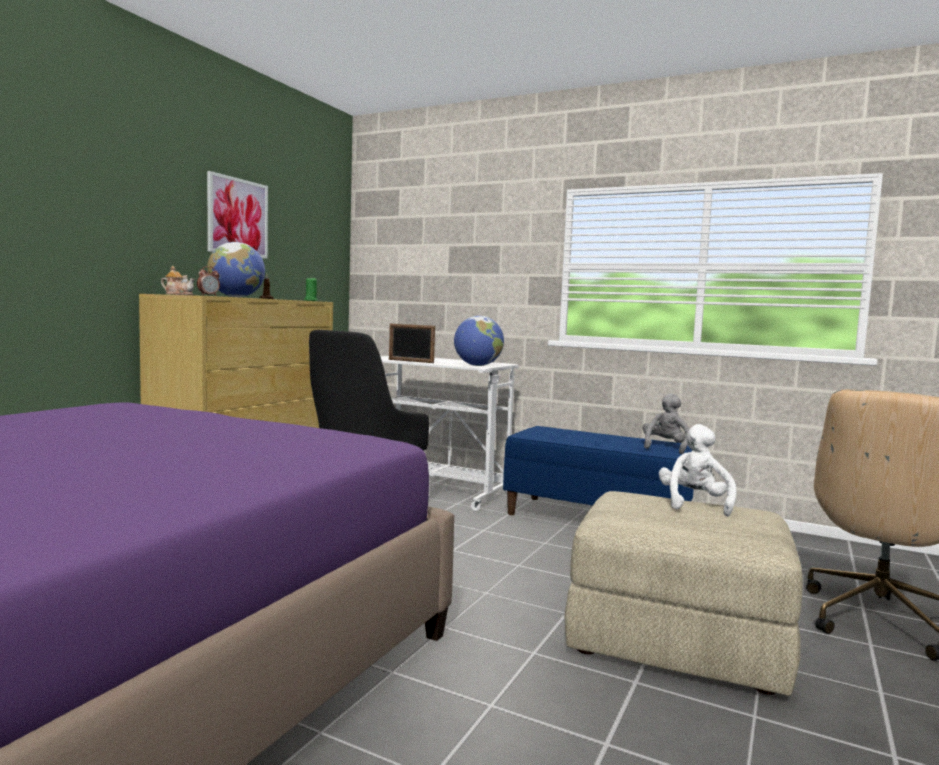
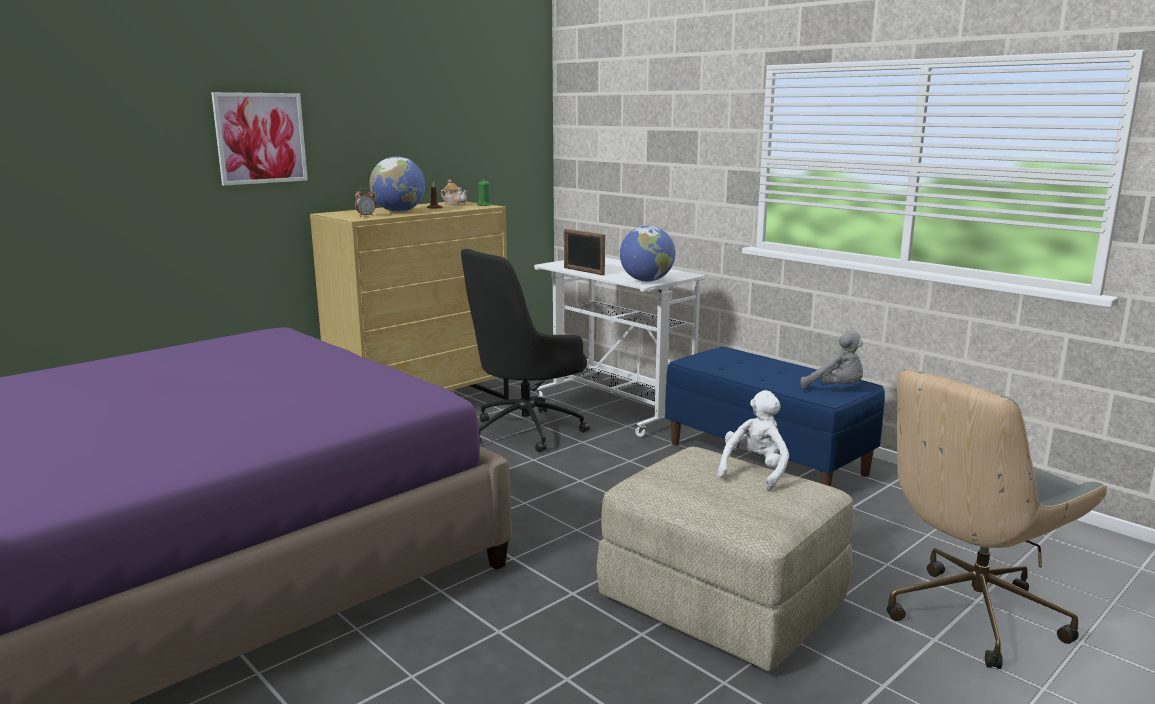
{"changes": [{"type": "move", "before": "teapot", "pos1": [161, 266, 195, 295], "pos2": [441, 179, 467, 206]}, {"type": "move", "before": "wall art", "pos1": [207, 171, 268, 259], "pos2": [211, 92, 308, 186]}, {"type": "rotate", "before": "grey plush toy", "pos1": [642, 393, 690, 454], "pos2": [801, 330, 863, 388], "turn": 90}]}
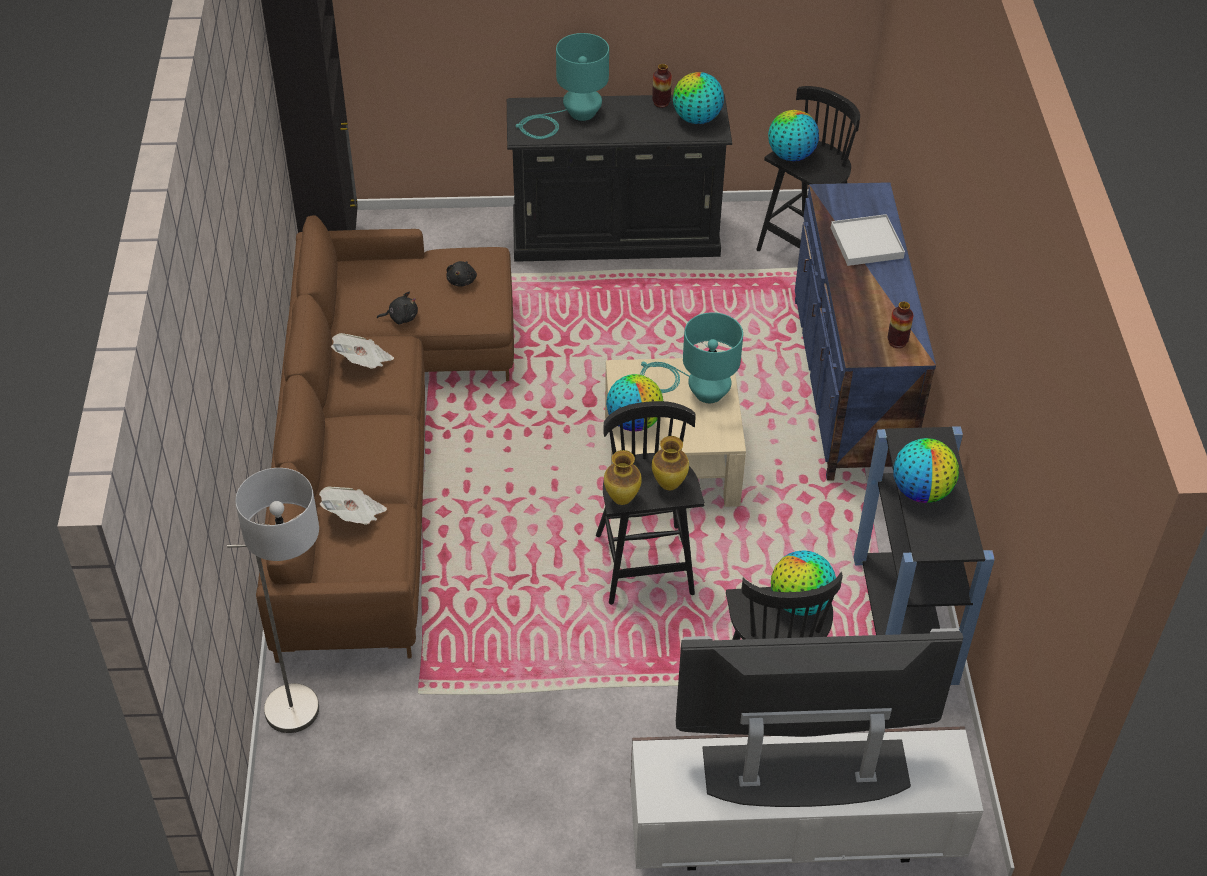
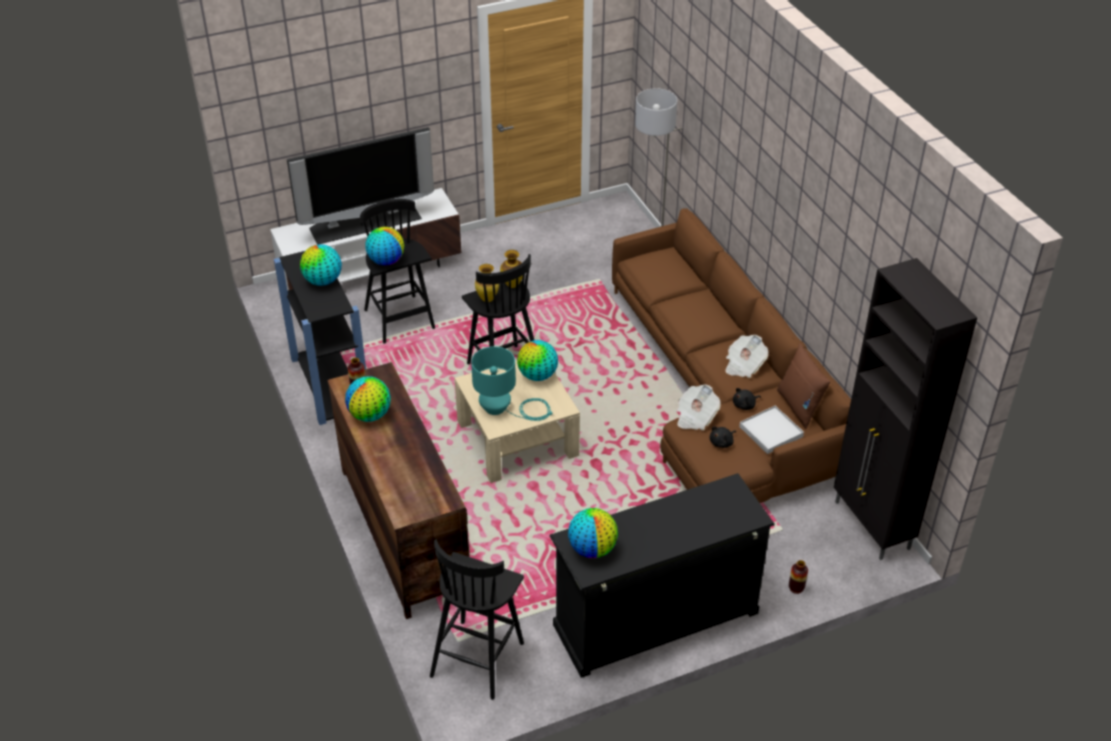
{"changes": [{"type": "delete", "before": "blue-green lamp for a table", "pos1": [516, 33, 609, 139]}, {"type": "insert", "after": "brown cushion", "pos2": [777, 344, 830, 429]}, {"type": "move", "before": "newspaper", "pos1": [319, 486, 387, 525], "pos2": [677, 384, 721, 430]}, {"type": "move", "before": "decorative vase", "pos1": [652, 64, 672, 108], "pos2": [789, 560, 808, 594]}, {"type": "move", "before": "globe", "pos1": [768, 110, 819, 161], "pos2": [345, 376, 391, 422]}, {"type": "move", "before": "white serving tray", "pos1": [831, 214, 905, 266], "pos2": [739, 406, 804, 454]}, {"type": "recolor", "before": "blue cabinet", "after": "brown cabinet", "pos1": [795, 182, 936, 481], "pos2": [327, 362, 470, 619]}, {"type": "rotate", "before": "blackish plush toy", "pos1": [446, 261, 477, 287], "pos2": [710, 427, 736, 448], "turn": -120}]}
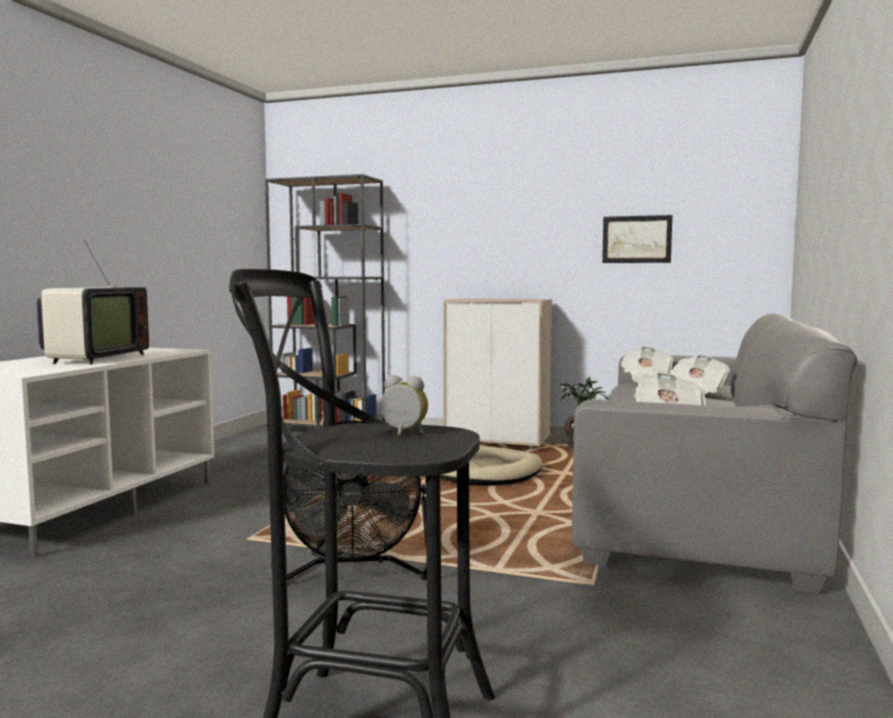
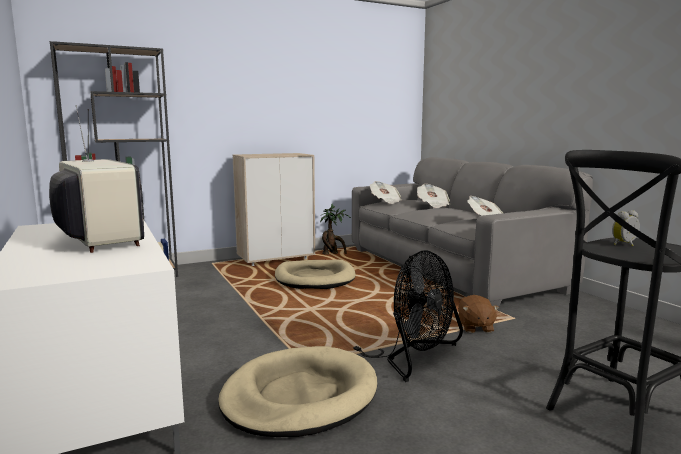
{"changes": [{"type": "delete", "before": "wall art", "pos1": [602, 215, 672, 263]}, {"type": "insert", "after": "beige dog cushion", "pos2": [218, 346, 377, 437]}, {"type": "insert", "after": "brown plush toy", "pos2": [458, 295, 499, 333]}]}
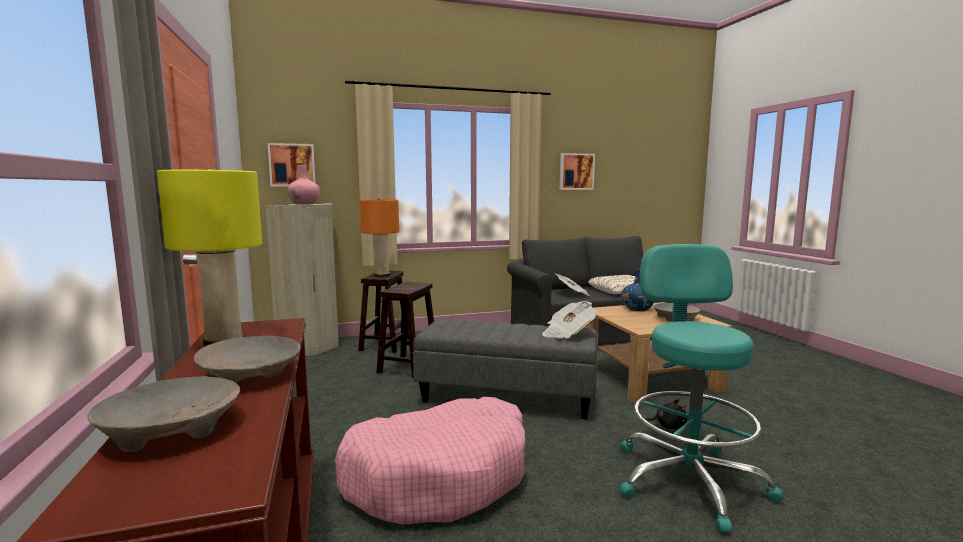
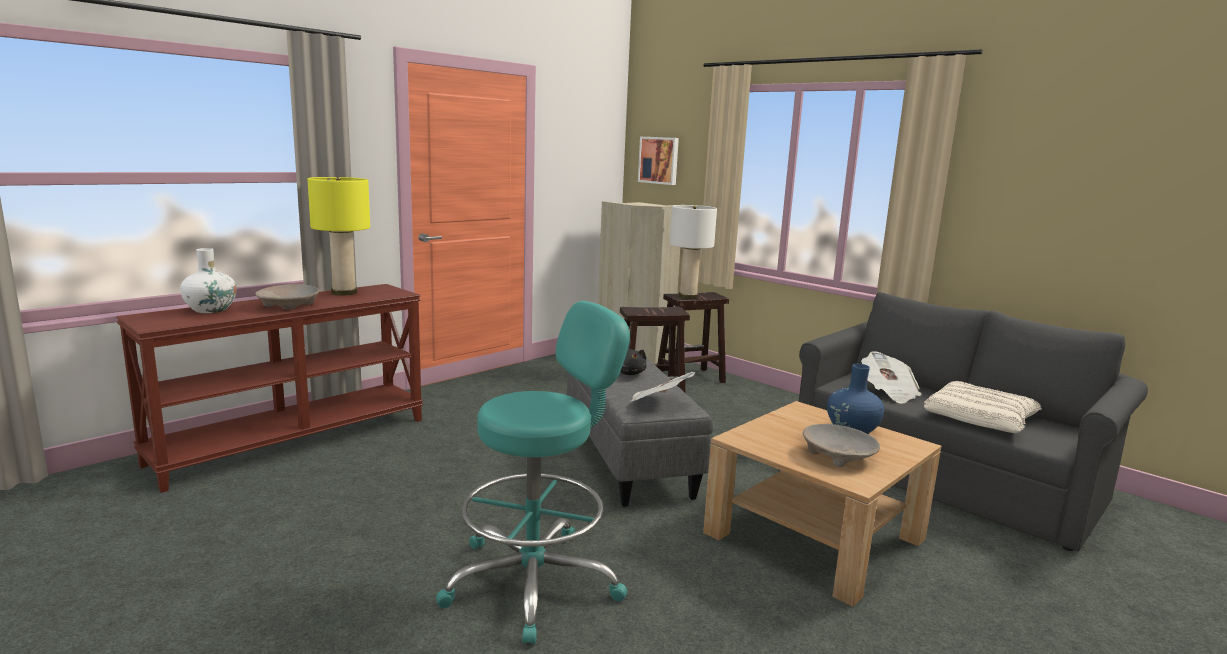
{"changes": [{"type": "delete", "before": "pinkish decorative vase", "pos1": [287, 165, 320, 205]}, {"type": "delete", "before": "pinkish dog cushion", "pos1": [335, 397, 525, 524]}, {"type": "delete", "before": "wall art", "pos1": [560, 153, 595, 190]}, {"type": "move", "before": "blackish plush toy", "pos1": [645, 399, 687, 429], "pos2": [620, 349, 646, 375]}, {"type": "replace", "before": "beige deep dish", "after": "white decorative vase", "pos1": [87, 376, 240, 452], "pos2": [180, 248, 237, 313]}, {"type": "recolor", "before": "orangey lamp for a table", "after": "white lamp for a table", "pos1": [360, 199, 399, 278], "pos2": [670, 205, 717, 299]}]}
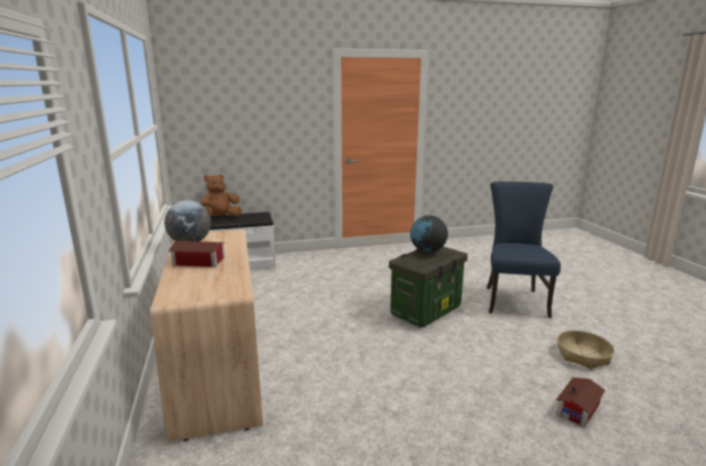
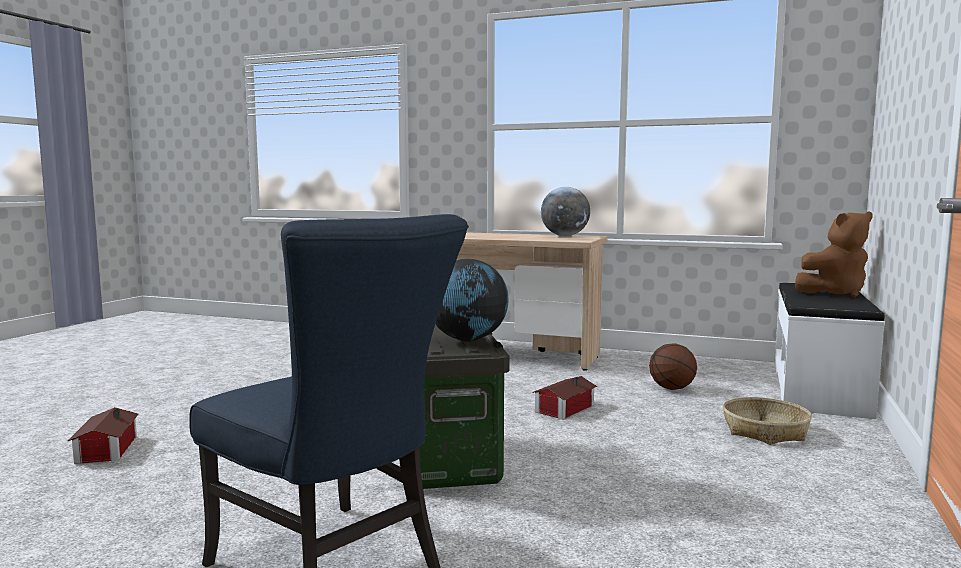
{"changes": [{"type": "insert", "after": "basketball ball", "pos2": [649, 343, 697, 390]}, {"type": "move", "before": "miniature house", "pos1": [169, 236, 225, 267], "pos2": [532, 376, 597, 420]}, {"type": "move", "before": "basket", "pos1": [557, 330, 615, 369], "pos2": [723, 397, 812, 445]}, {"type": "rotate", "before": "brown plush toy", "pos1": [200, 174, 242, 217], "pos2": [795, 211, 873, 298], "turn": 75}]}
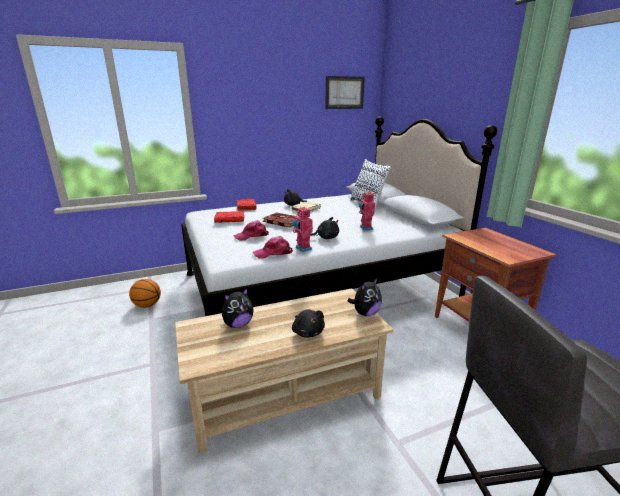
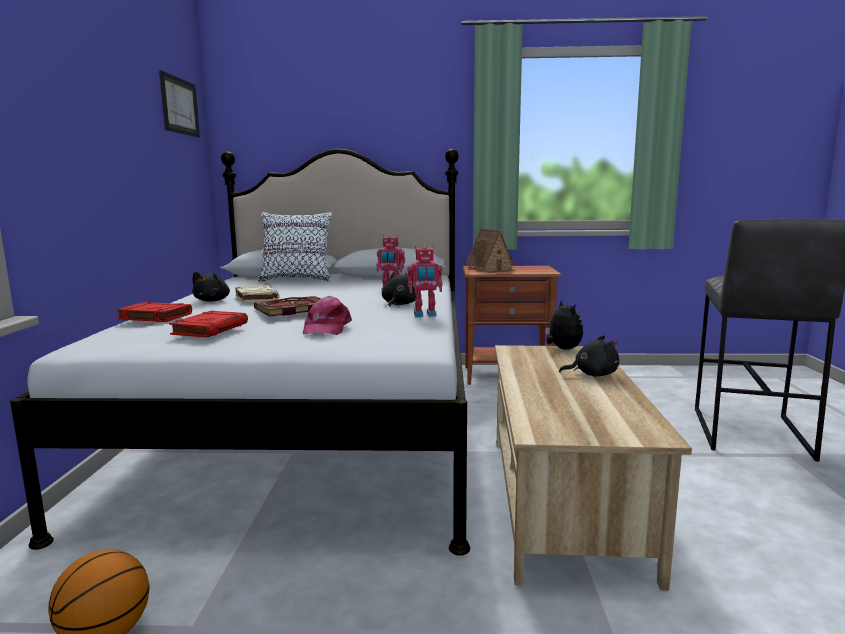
{"changes": [{"type": "delete", "before": "plush toy", "pos1": [222, 287, 254, 328]}, {"type": "delete", "before": "pinkish cap", "pos1": [253, 236, 293, 259]}, {"type": "insert", "after": "miniature house", "pos2": [466, 228, 517, 273]}]}
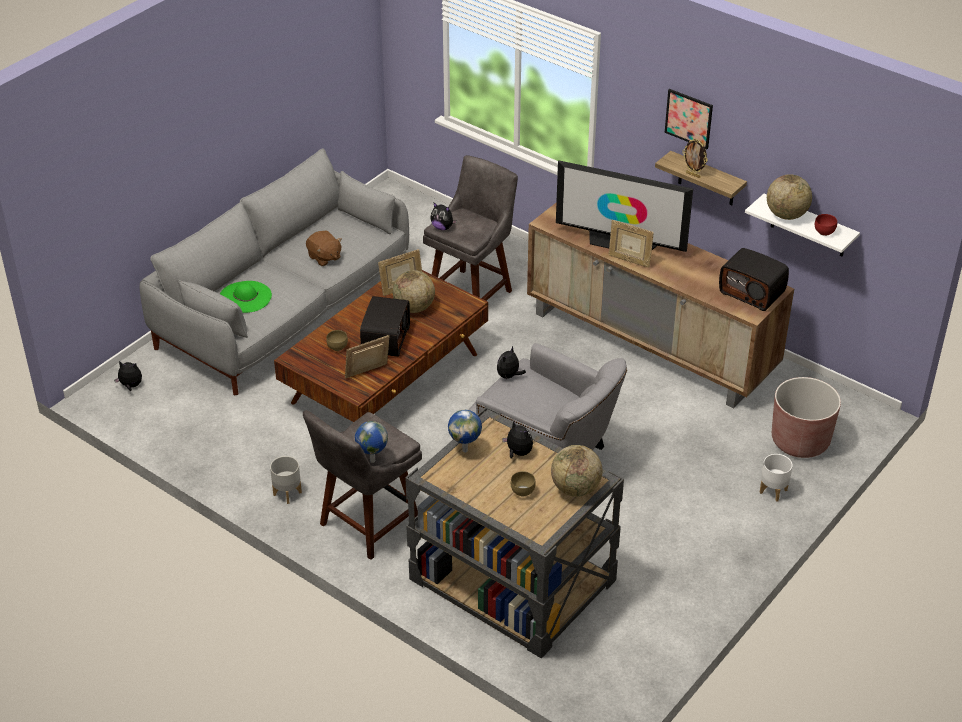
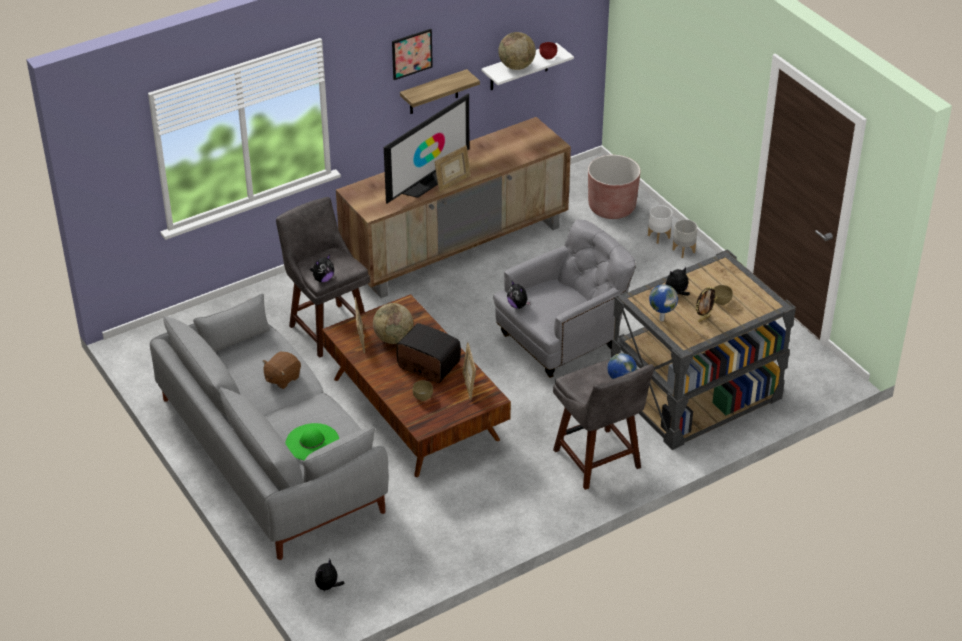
{"changes": [{"type": "delete", "before": "globe", "pos1": [551, 445, 602, 497]}, {"type": "delete", "before": "radio", "pos1": [719, 248, 789, 311]}, {"type": "move", "before": "grey planter", "pos1": [270, 456, 302, 504], "pos2": [672, 219, 698, 258]}, {"type": "move", "before": "standing frame", "pos1": [682, 139, 708, 178], "pos2": [696, 287, 717, 322]}, {"type": "rotate", "before": "brown plush toy", "pos1": [306, 231, 342, 266], "pos2": [263, 351, 301, 389], "turn": 150}]}
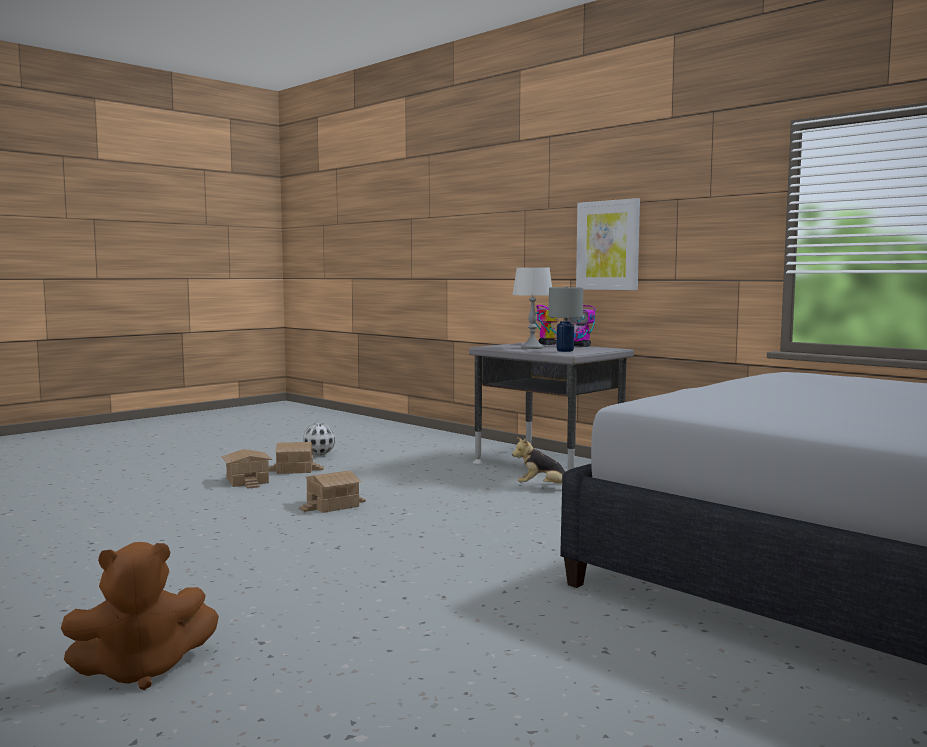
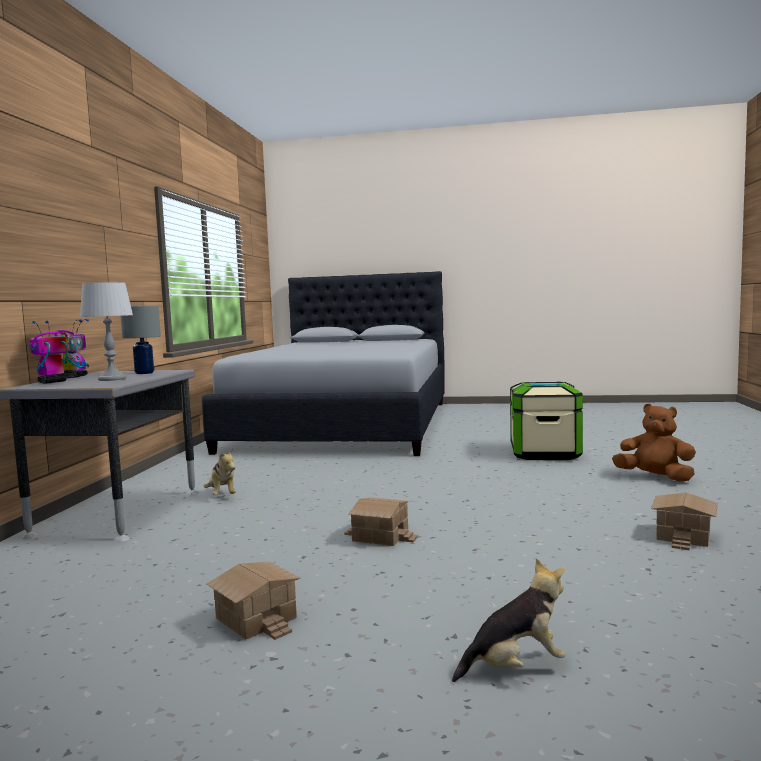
{"changes": [{"type": "delete", "before": "football", "pos1": [303, 423, 336, 455]}, {"type": "delete", "before": "wall art", "pos1": [576, 198, 640, 290]}, {"type": "insert", "after": "plush toy", "pos2": [452, 558, 565, 682]}, {"type": "insert", "after": "storage container", "pos2": [510, 381, 583, 460]}, {"type": "move", "before": "miniature house", "pos1": [221, 449, 273, 489], "pos2": [651, 493, 718, 550]}]}
